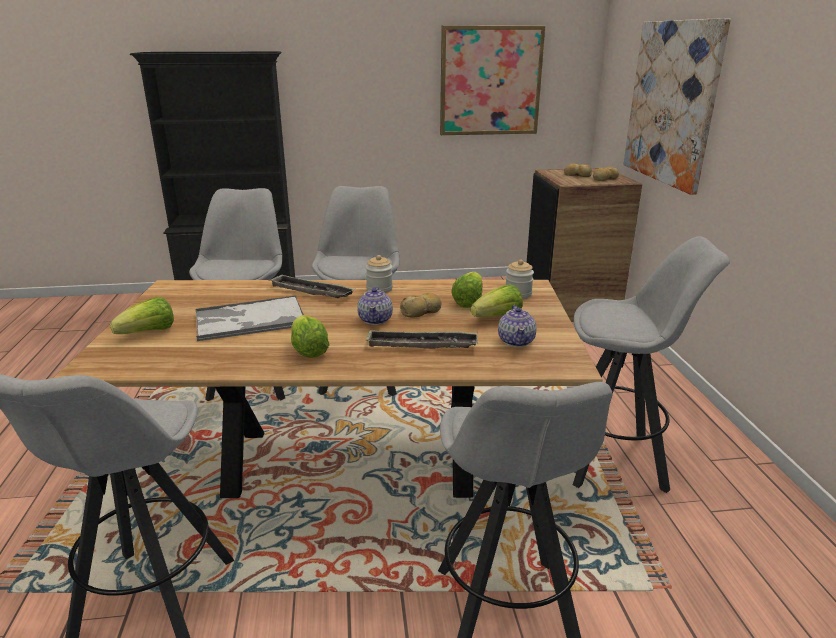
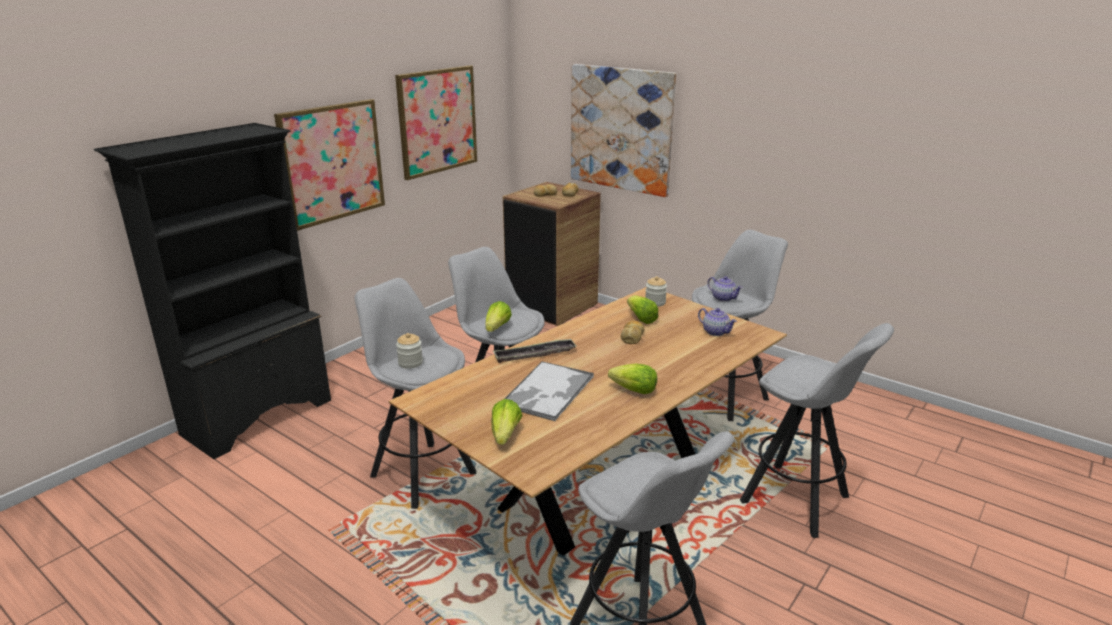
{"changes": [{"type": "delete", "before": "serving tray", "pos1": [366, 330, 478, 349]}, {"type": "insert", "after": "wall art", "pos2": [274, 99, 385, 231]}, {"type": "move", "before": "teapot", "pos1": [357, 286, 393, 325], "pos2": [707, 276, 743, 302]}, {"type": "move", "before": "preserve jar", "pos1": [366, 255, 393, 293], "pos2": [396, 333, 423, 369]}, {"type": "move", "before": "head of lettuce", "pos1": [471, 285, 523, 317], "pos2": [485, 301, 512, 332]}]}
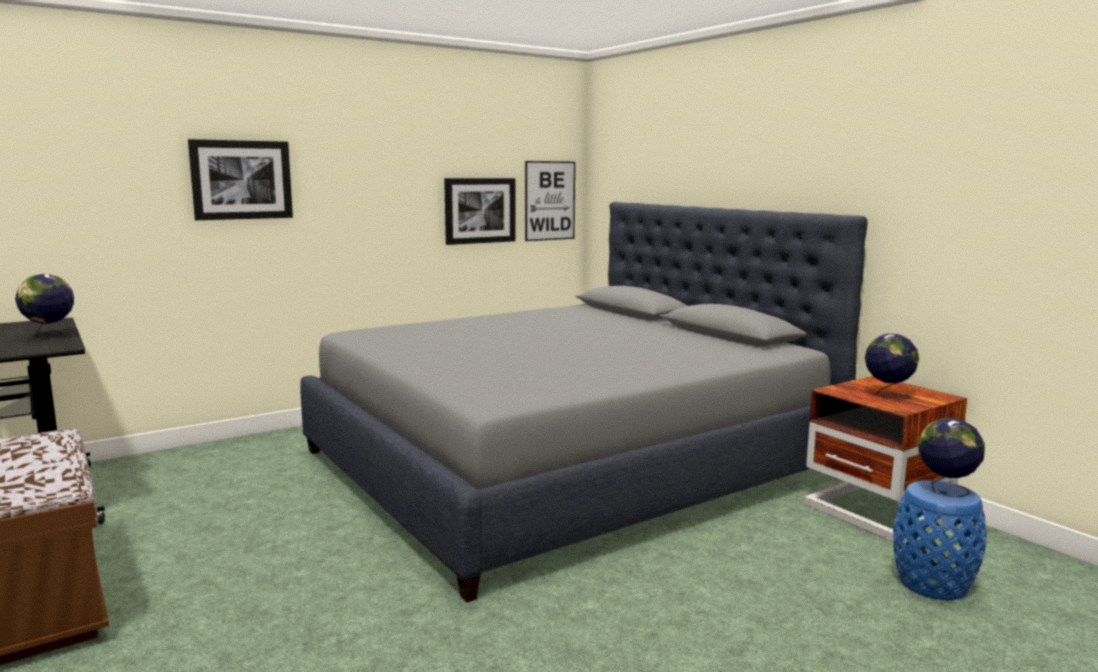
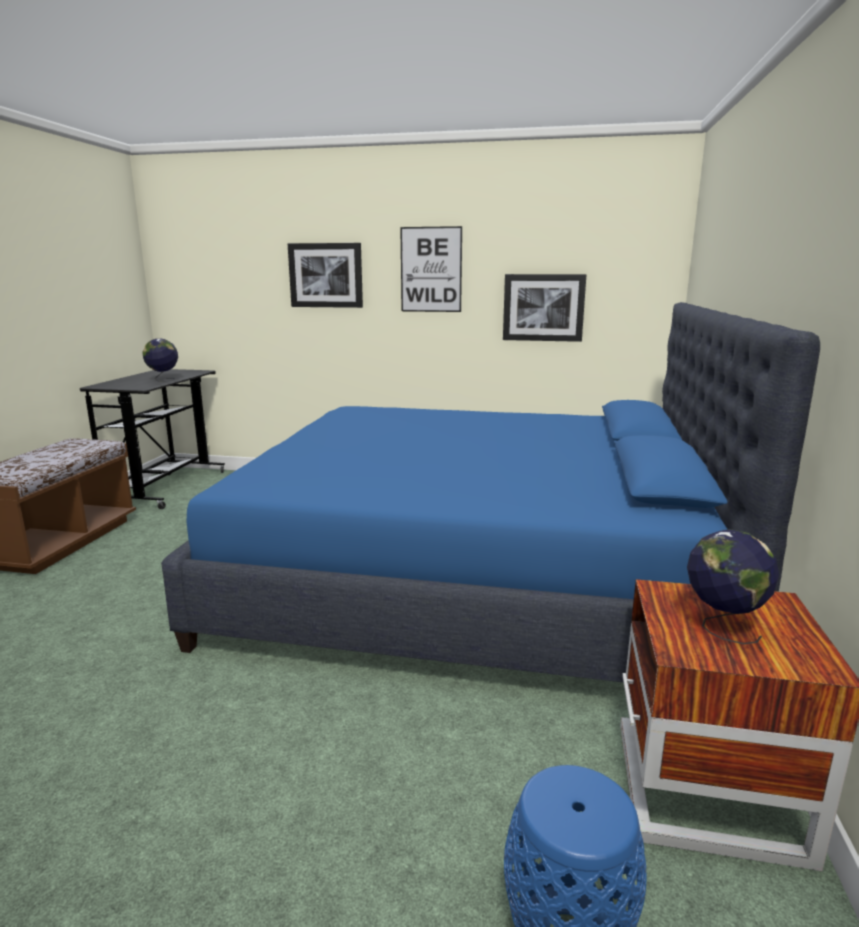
{"changes": [{"type": "delete", "before": "globe", "pos1": [918, 418, 985, 497]}, {"type": "move", "before": "wall art", "pos1": [525, 161, 575, 241], "pos2": [400, 226, 462, 312]}, {"type": "recolor", "before": "grey bed", "after": "blue bed", "pos1": [300, 202, 868, 602], "pos2": [161, 302, 820, 682]}]}
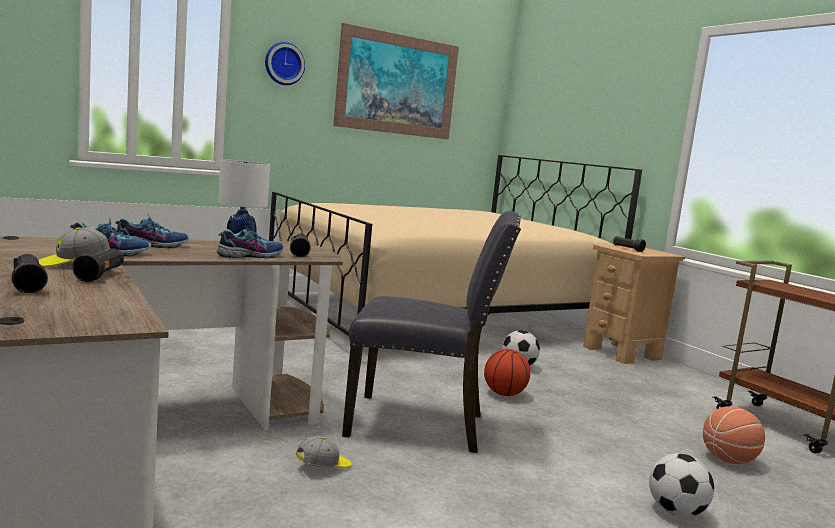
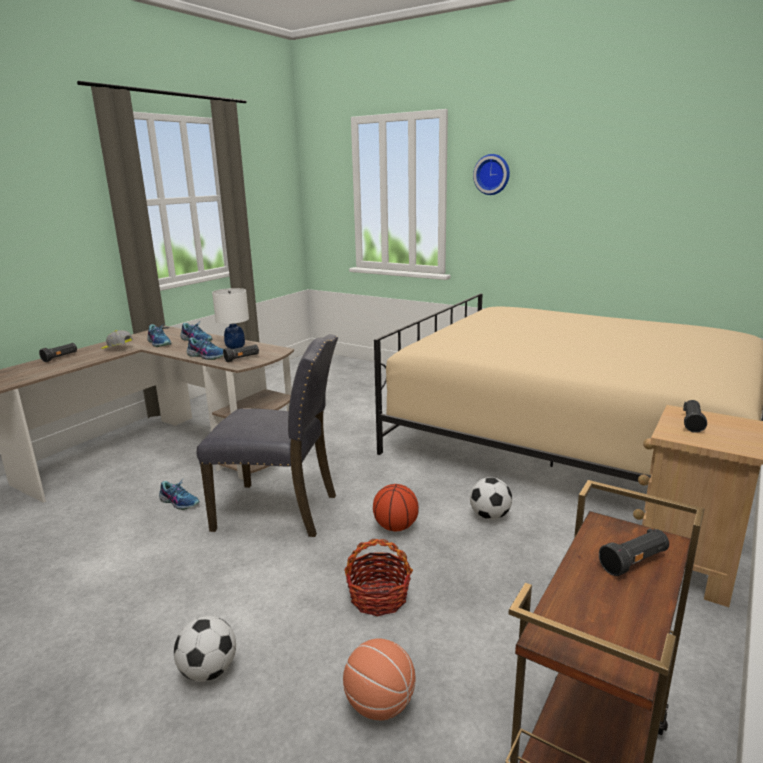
{"changes": [{"type": "delete", "before": "wall art", "pos1": [333, 23, 459, 139]}, {"type": "insert", "after": "basket", "pos2": [344, 539, 413, 616]}, {"type": "move", "before": "blackish hand torch", "pos1": [72, 249, 124, 282], "pos2": [599, 529, 669, 576]}, {"type": "replace", "before": "cap", "after": "item of footwear", "pos1": [296, 436, 352, 468], "pos2": [159, 480, 199, 510]}, {"type": "rotate", "before": "grey chair", "pos1": [342, 211, 521, 453], "pos2": [196, 334, 338, 537], "turn": -60}]}
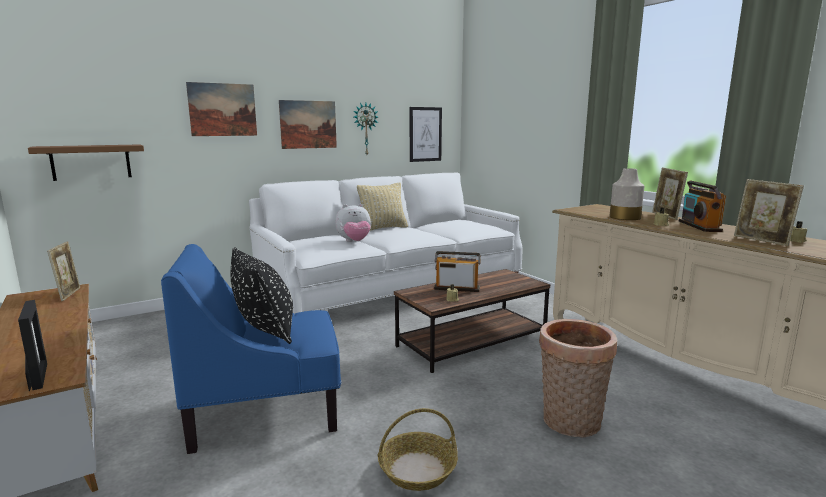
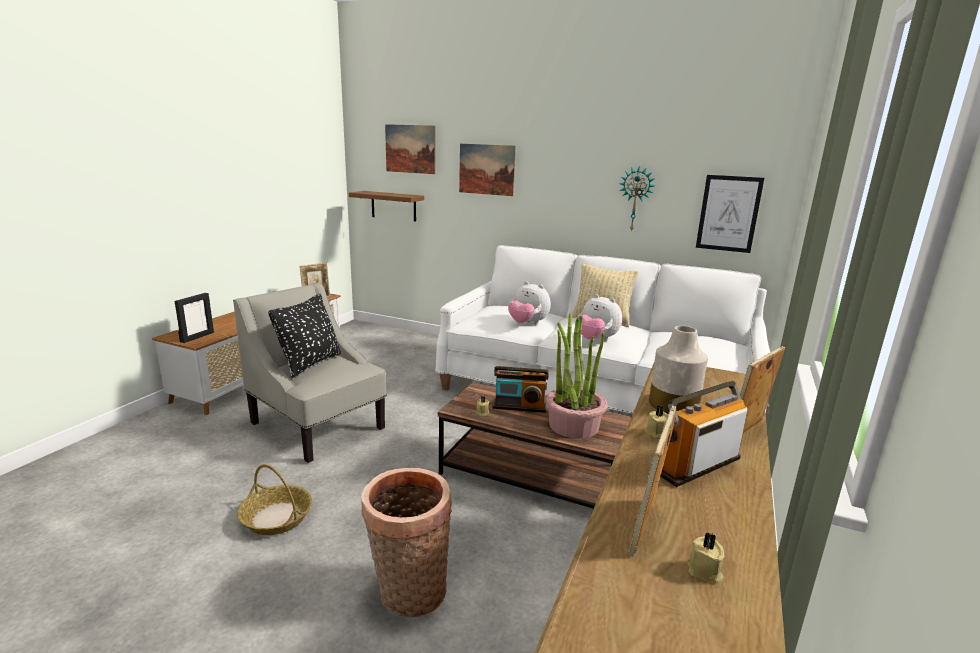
{"changes": [{"type": "insert", "after": "potted plant", "pos2": [546, 313, 607, 438]}, {"type": "insert", "after": "plush toy", "pos2": [577, 294, 622, 341]}, {"type": "move", "before": "wall art", "pos1": [279, 100, 337, 149], "pos2": [385, 124, 435, 174]}, {"type": "recolor", "before": "blue easy chair", "after": "grey easy chair", "pos1": [161, 244, 341, 454], "pos2": [233, 283, 387, 463]}, {"type": "rotate", "before": "radio", "pos1": [434, 251, 481, 292], "pos2": [492, 366, 549, 413], "turn": 120}]}
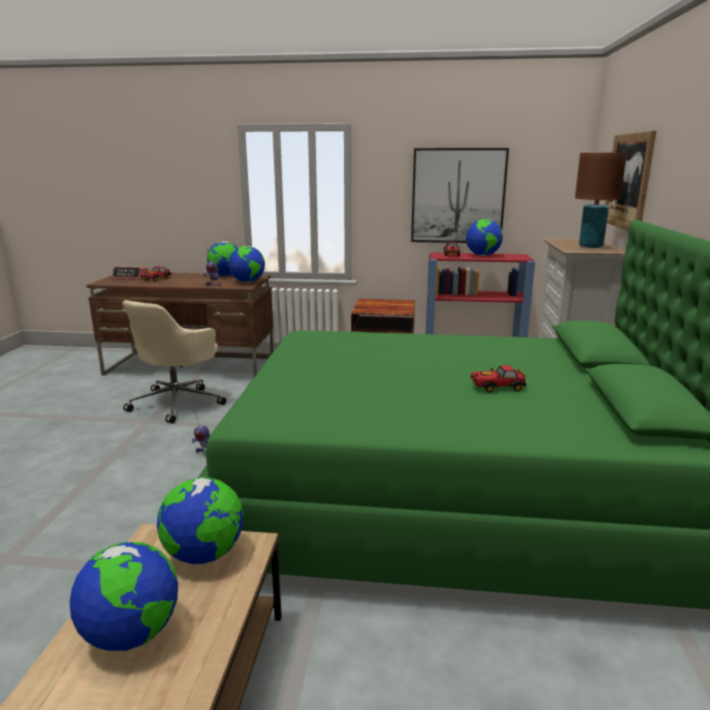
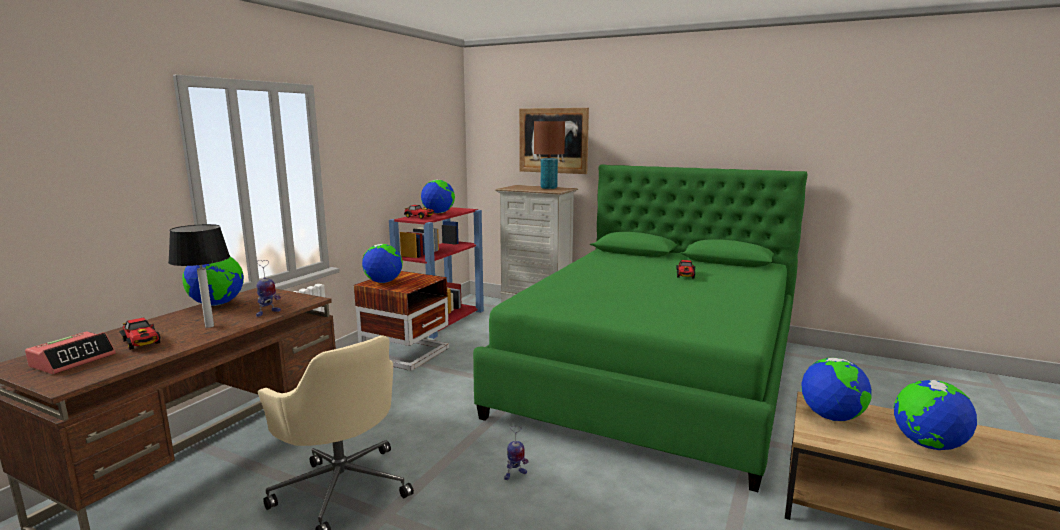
{"changes": [{"type": "delete", "before": "wall art", "pos1": [411, 148, 509, 243]}, {"type": "insert", "after": "lamp for a table", "pos2": [168, 224, 230, 328]}, {"type": "move", "before": "globe", "pos1": [228, 246, 265, 283], "pos2": [362, 244, 403, 283]}]}
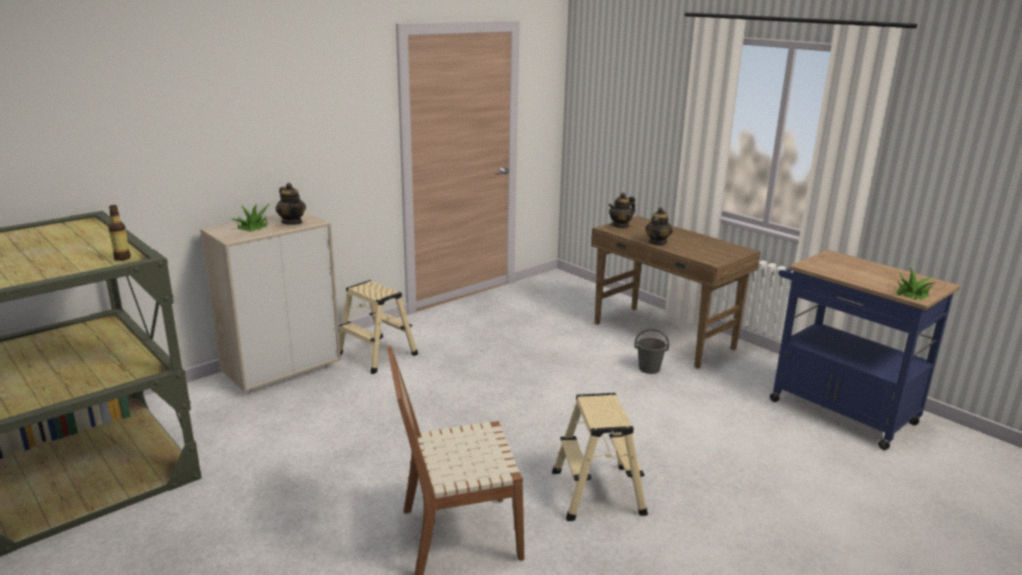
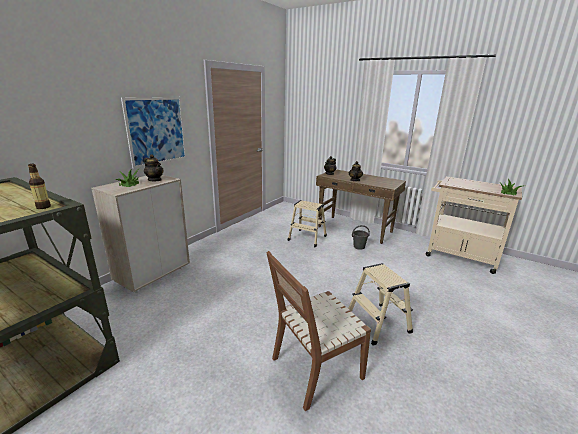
{"changes": [{"type": "insert", "after": "wall art", "pos2": [121, 97, 187, 169]}, {"type": "move", "before": "beige step stool", "pos1": [339, 280, 418, 374], "pos2": [287, 200, 327, 247]}, {"type": "recolor", "before": "blue wheeled cart", "after": "beige wheeled cart", "pos1": [770, 250, 961, 450], "pos2": [425, 176, 522, 274]}]}
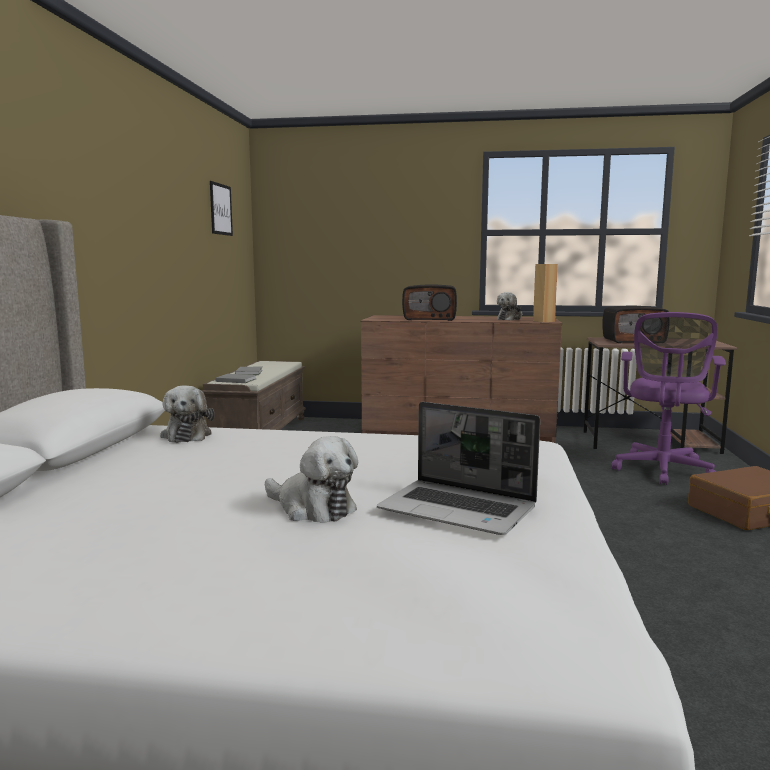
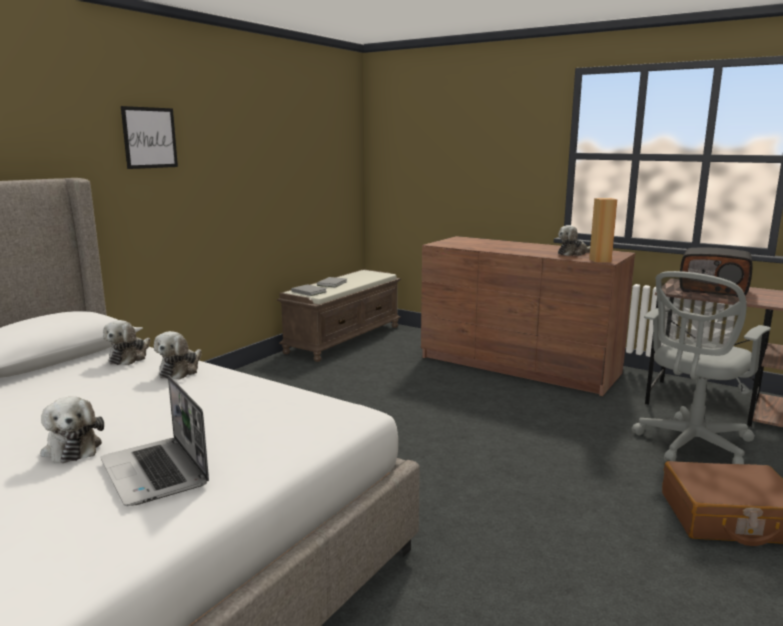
{"changes": [{"type": "delete", "before": "radio", "pos1": [402, 284, 457, 321]}, {"type": "insert", "after": "plush toy", "pos2": [154, 331, 202, 380]}, {"type": "move", "before": "wall art", "pos1": [210, 181, 233, 236], "pos2": [121, 106, 178, 169]}, {"type": "recolor", "before": "purplish desk chair", "after": "grey desk chair", "pos1": [611, 312, 726, 485], "pos2": [632, 271, 771, 464]}]}
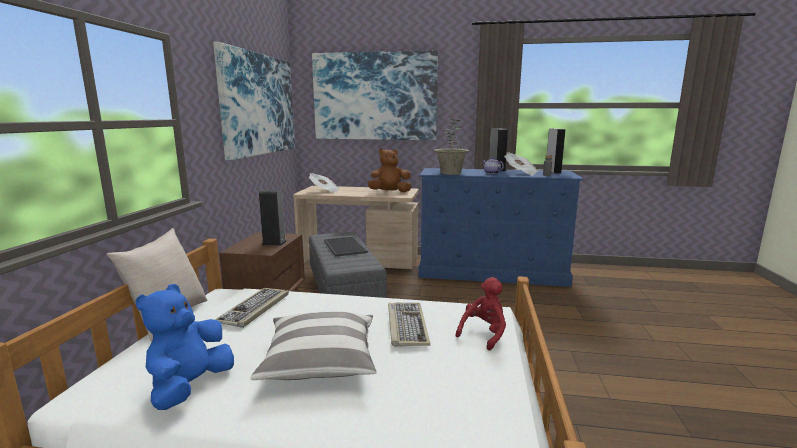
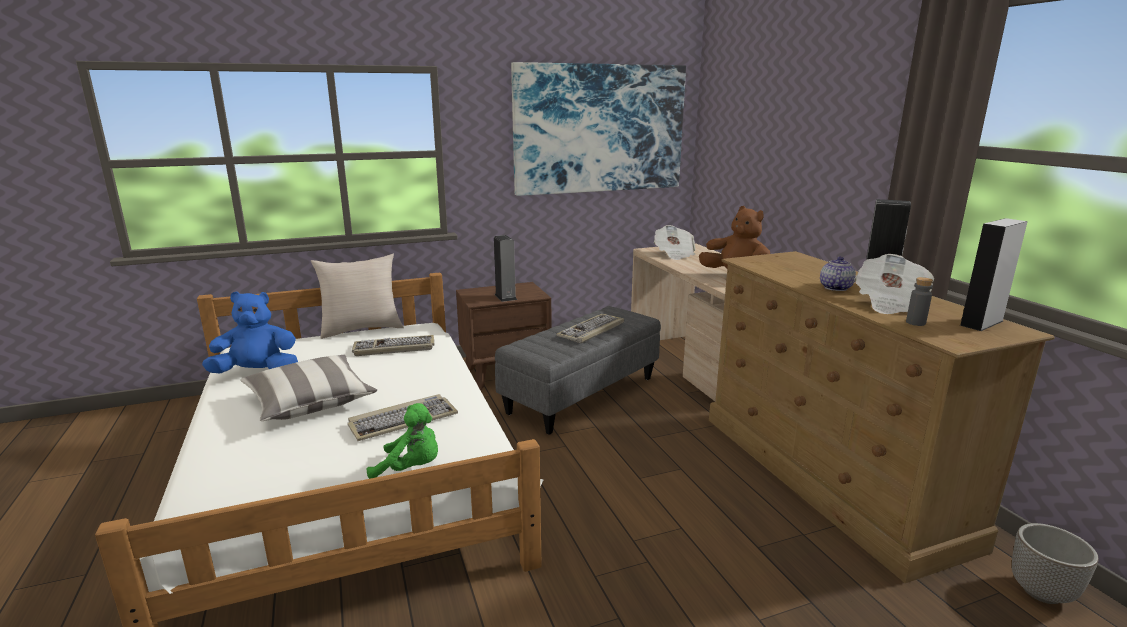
{"changes": [{"type": "delete", "before": "wall art", "pos1": [312, 50, 438, 140]}, {"type": "delete", "before": "potted plant", "pos1": [434, 119, 469, 175]}, {"type": "insert", "after": "planter", "pos2": [1012, 523, 1099, 604]}, {"type": "replace", "before": "serving tray", "after": "computer keyboard", "pos1": [324, 236, 368, 257], "pos2": [556, 314, 624, 343]}, {"type": "recolor", "before": "blue drawer chest", "after": "brown drawer chest", "pos1": [418, 168, 584, 287], "pos2": [709, 251, 1055, 583]}, {"type": "recolor", "before": "red-coloured plush toy", "after": "greenish plush toy", "pos1": [456, 277, 506, 351], "pos2": [367, 403, 438, 479]}]}
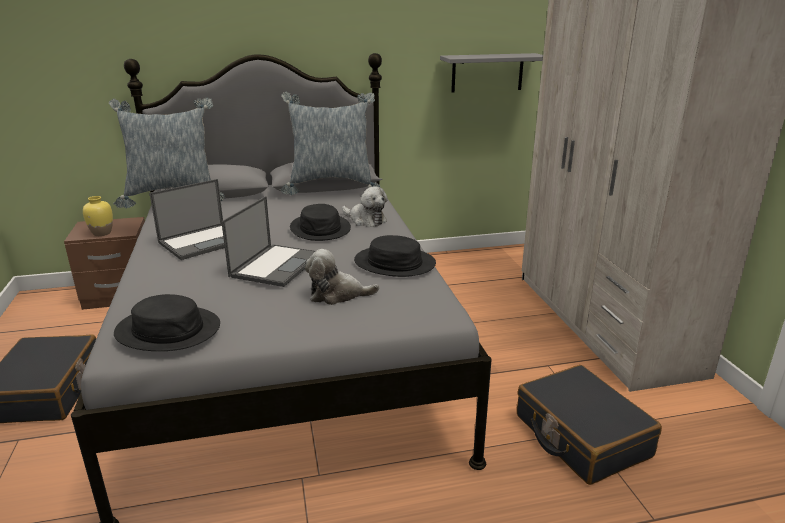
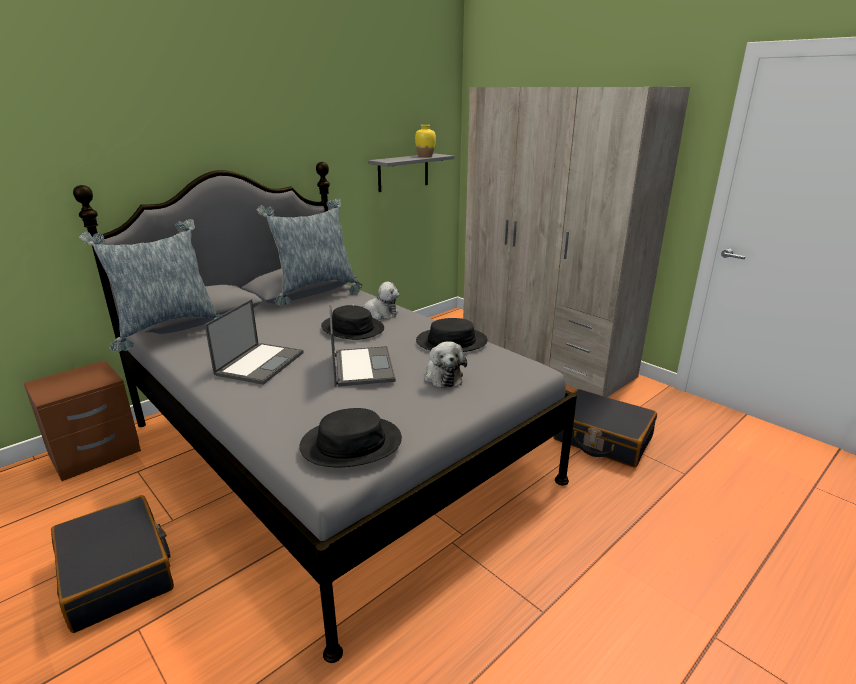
{"changes": [{"type": "move", "before": "yellow decorative vase", "pos1": [83, 196, 113, 236], "pos2": [415, 125, 436, 157]}, {"type": "rotate", "before": "plush toy", "pos1": [304, 249, 380, 305], "pos2": [424, 341, 467, 388], "turn": -75}]}
